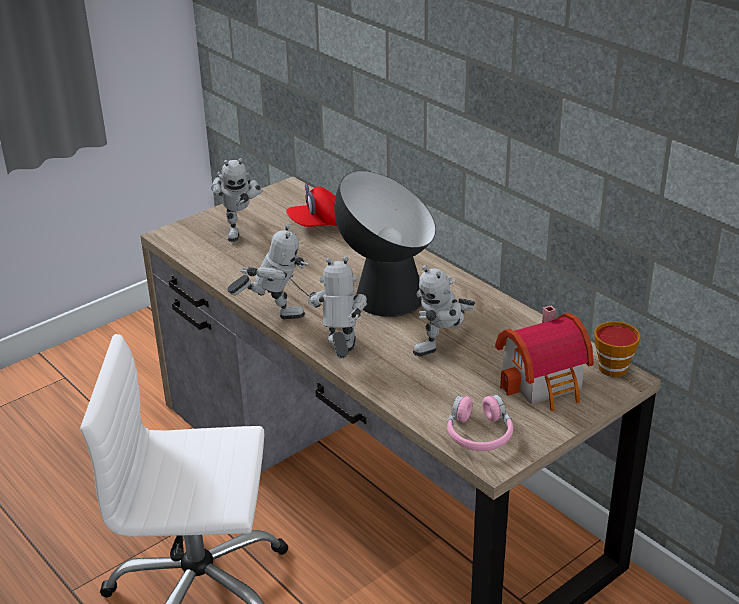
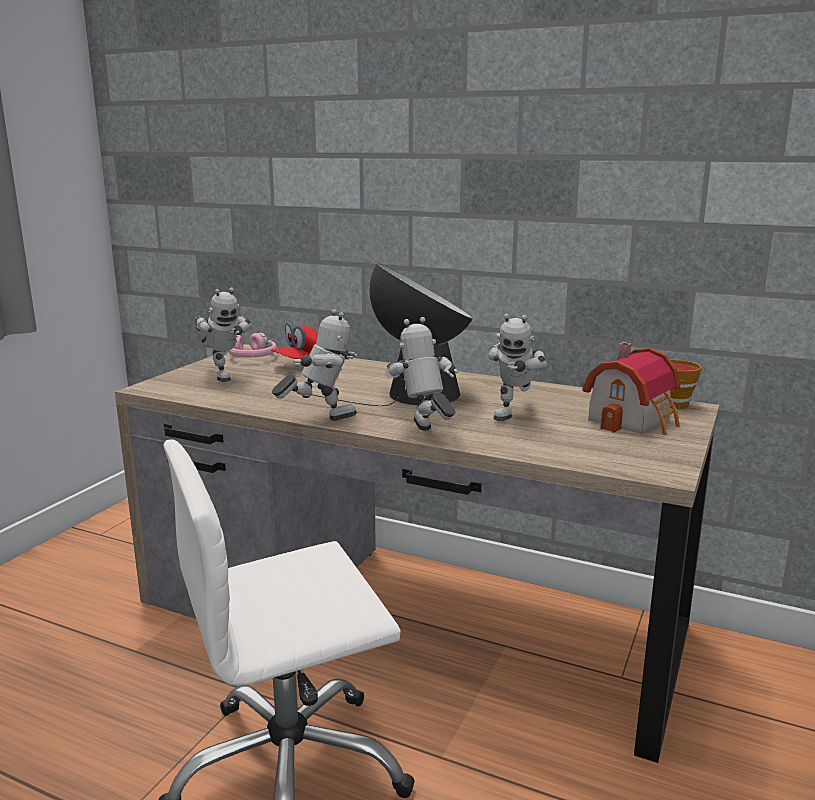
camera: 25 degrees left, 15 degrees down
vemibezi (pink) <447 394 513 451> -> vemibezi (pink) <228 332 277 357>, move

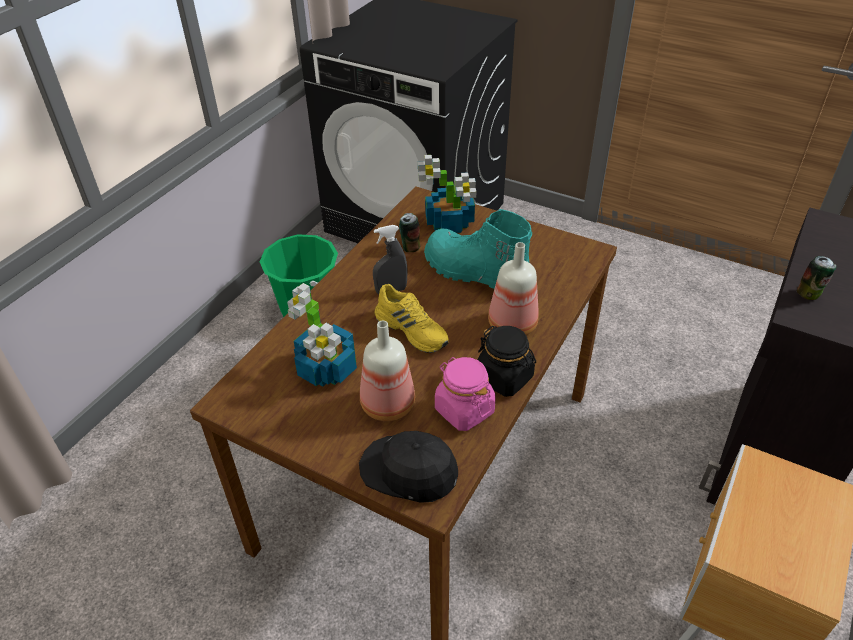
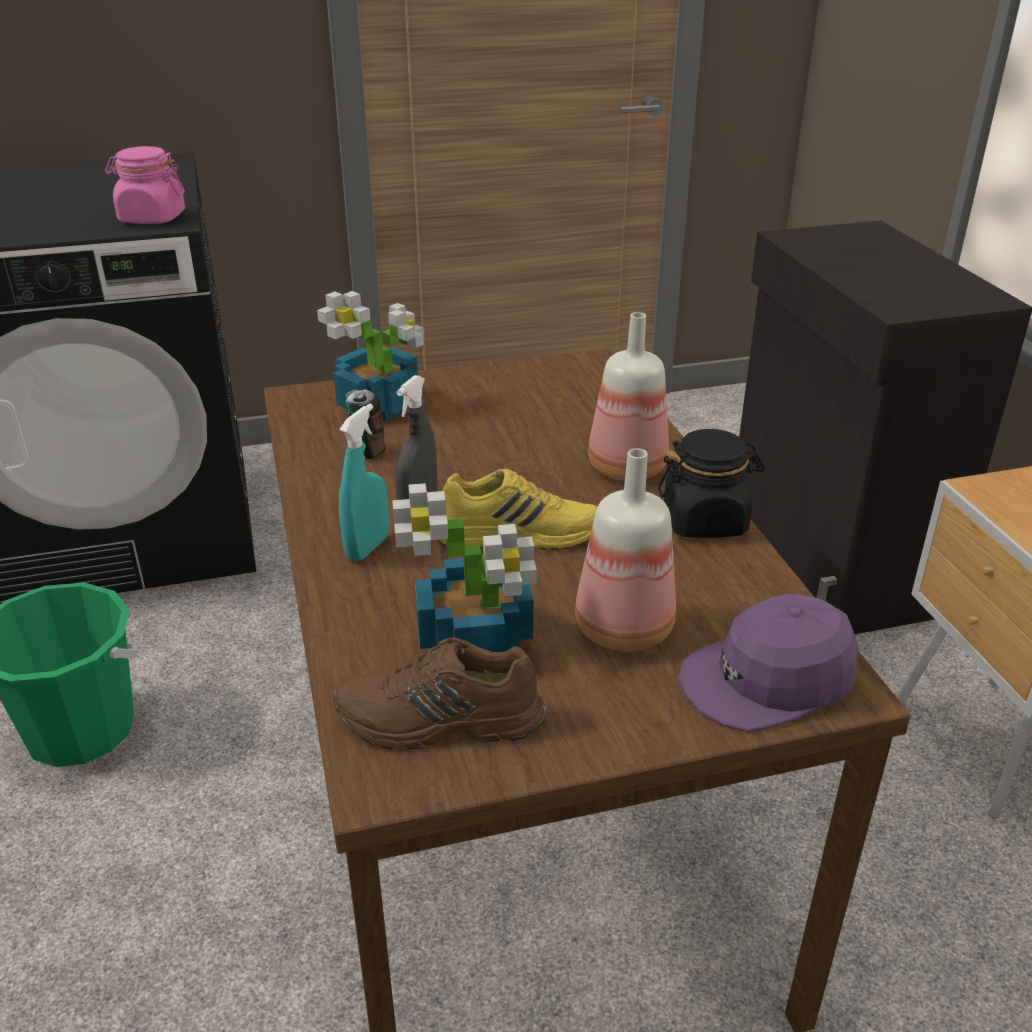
camera: 45 degrees left, 10 degrees down
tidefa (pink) <435 357 496 431> -> tidefa (pink) <105 146 185 224>, move
none -> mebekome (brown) <334 637 546 750>
none -> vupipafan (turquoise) <339 403 389 562>
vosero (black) <359 431 458 503> -> vosero (purple) <678 594 858 732>
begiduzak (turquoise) <424 209 532 289> -> none
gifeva <797 256 836 300> -> none

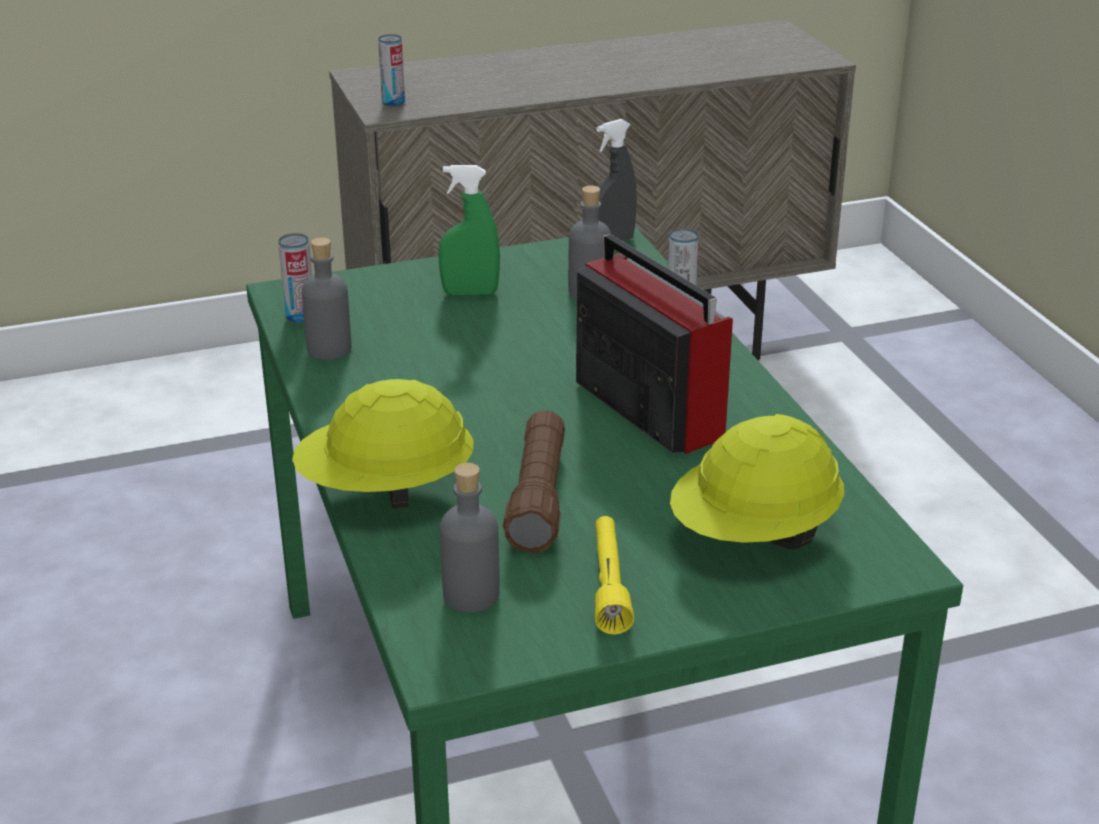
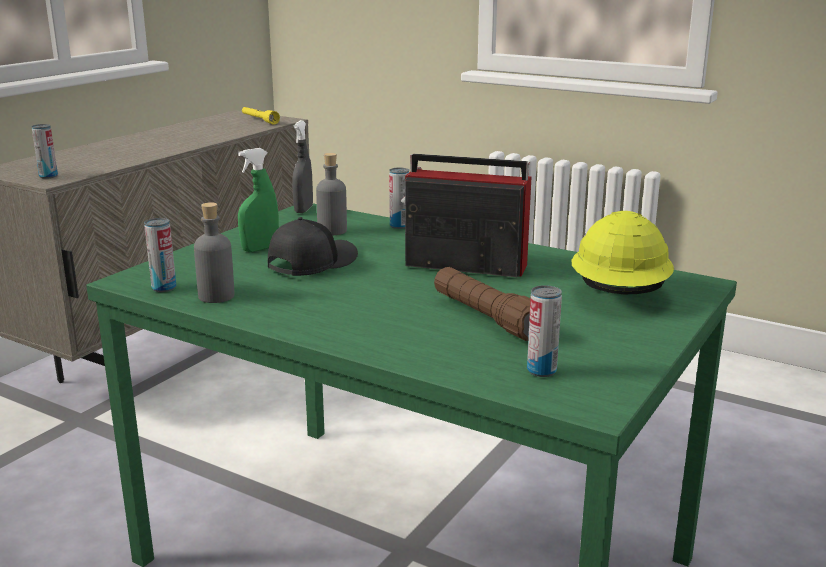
camera: 40 degrees left, 10 degrees down
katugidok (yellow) <595 516 634 635> -> katugidok (yellow) <242 107 280 125>, move
none -> vosero (black) <268 217 358 276>
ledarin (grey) <440 463 500 613> -> gifeva <527 285 562 377>
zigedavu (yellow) <292 379 474 509> -> none

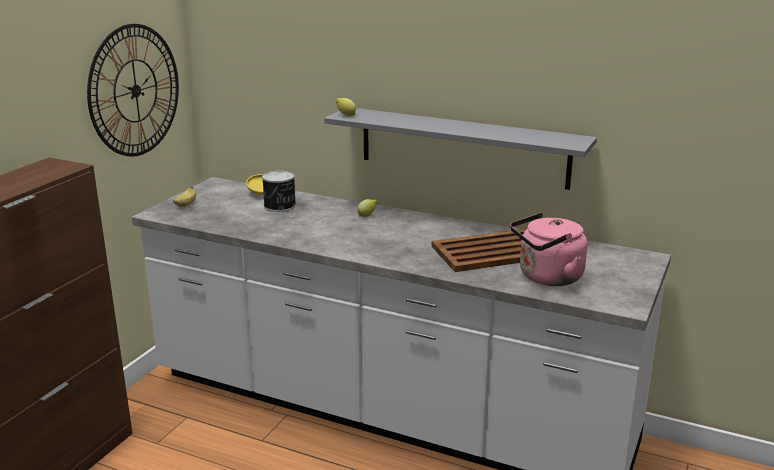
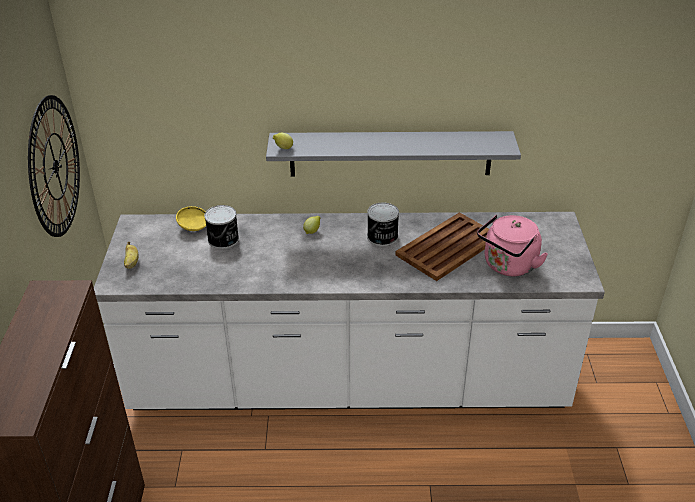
camera: 25 degrees left, 15 degrees up
none -> gifeva <367 202 399 246>

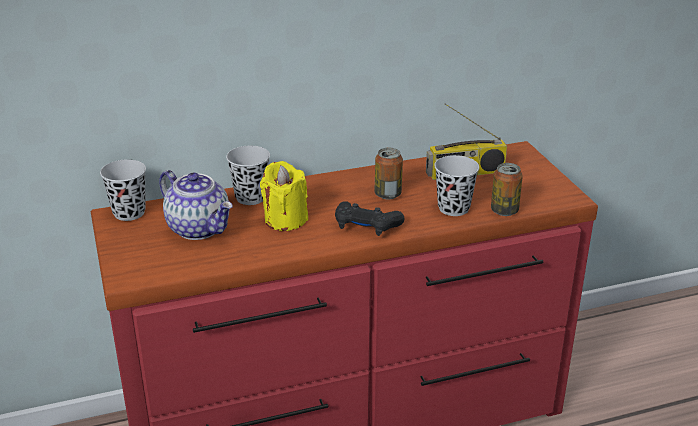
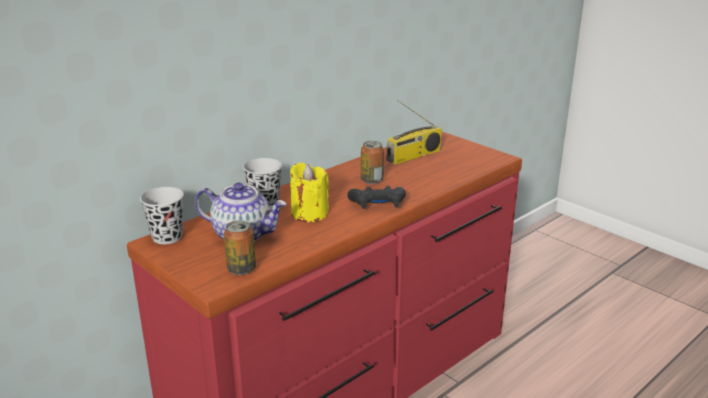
camera: 25 degrees left, 5 degrees down
gifeva <491 163 523 216> -> gifeva <224 220 256 275>, move
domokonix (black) <434 155 479 216> -> none

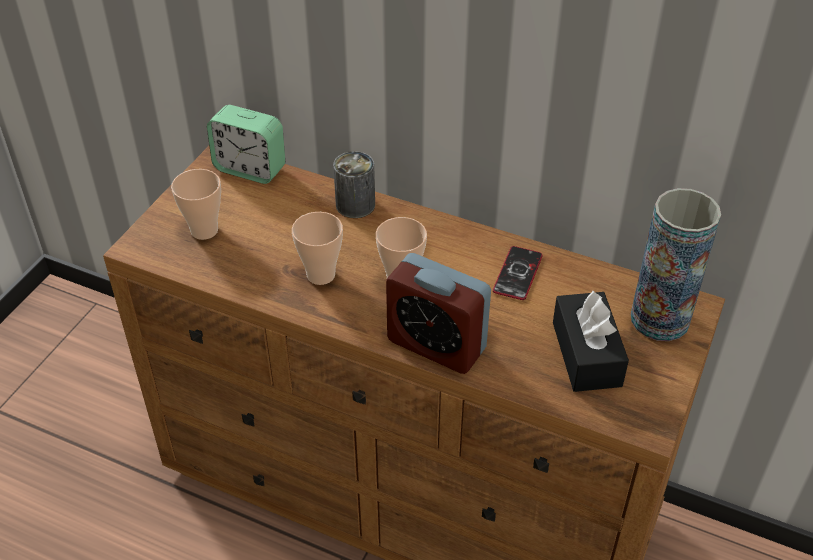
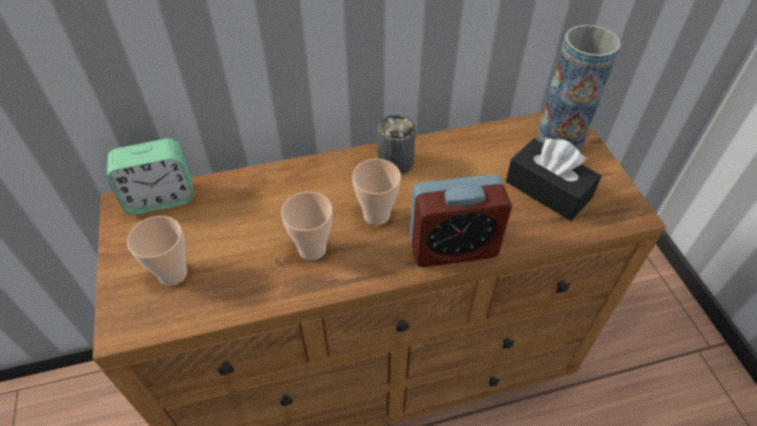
camera: 40 degrees left, 5 degrees up
gifeva <333 151 375 218> -> gifeva <378 114 416 175>, move
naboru <493 246 543 300> -> none

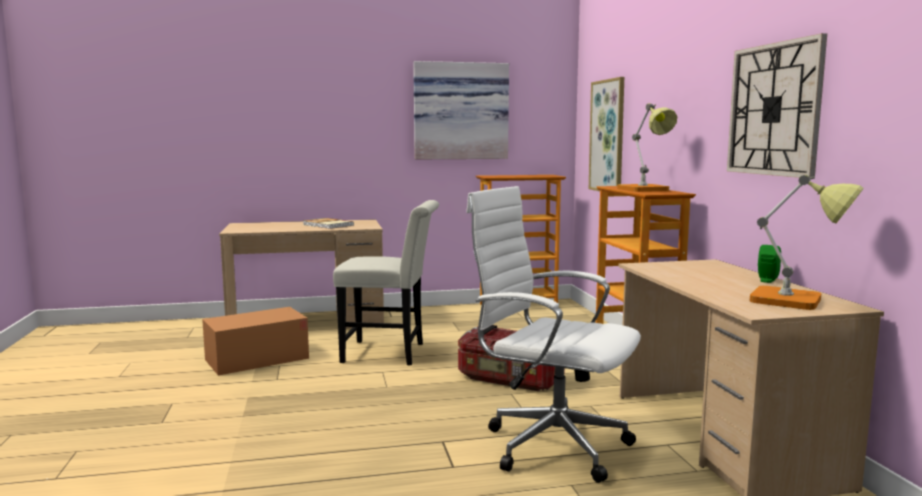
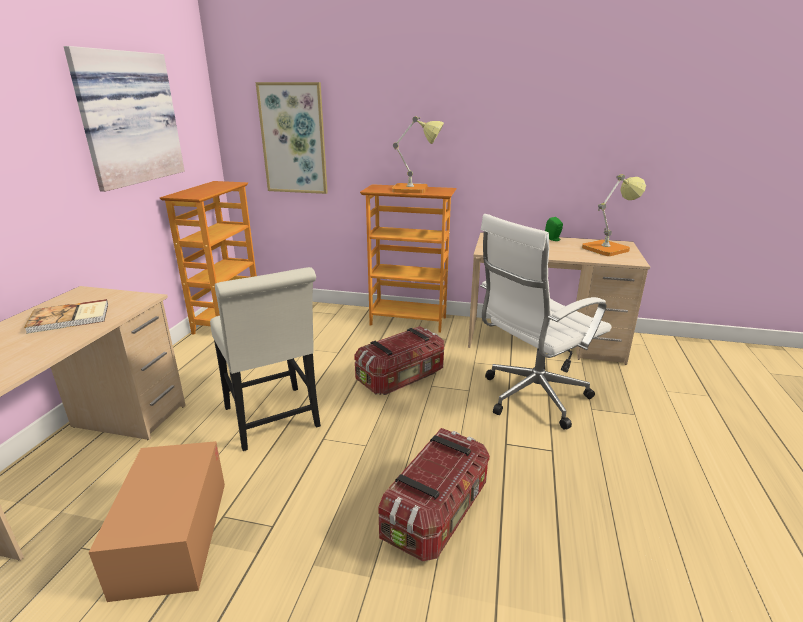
camera: 65 degrees left, 15 degrees up
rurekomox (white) <333 200 439 366> -> rurekomox (white) <210 267 321 451>, 120 degrees clockwise
none -> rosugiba <378 428 490 561>
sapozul <727 33 827 178> -> none

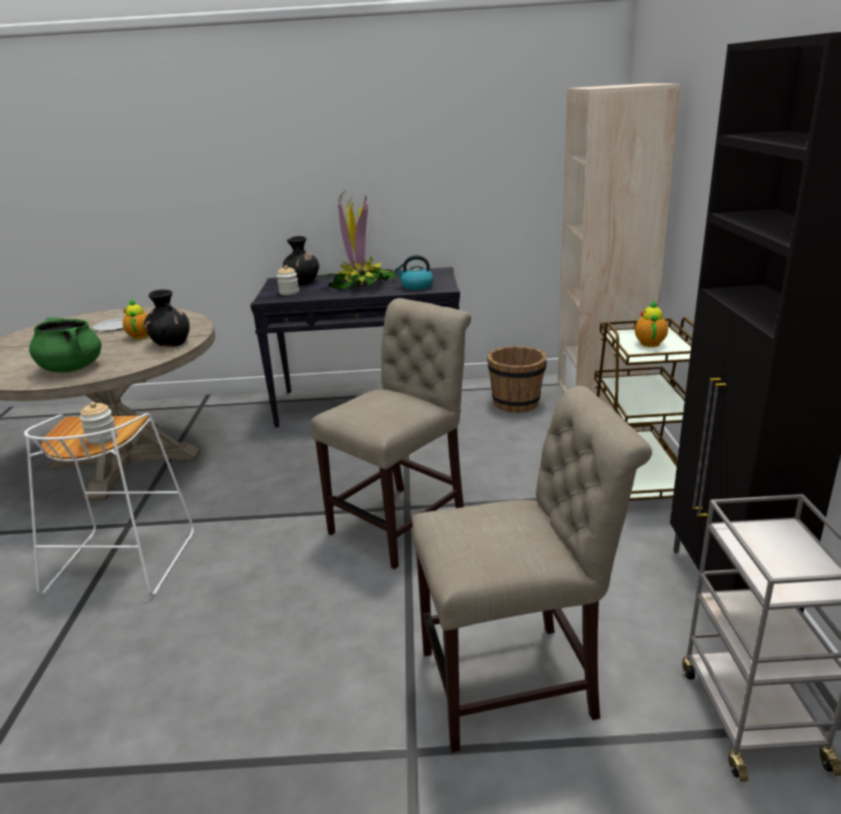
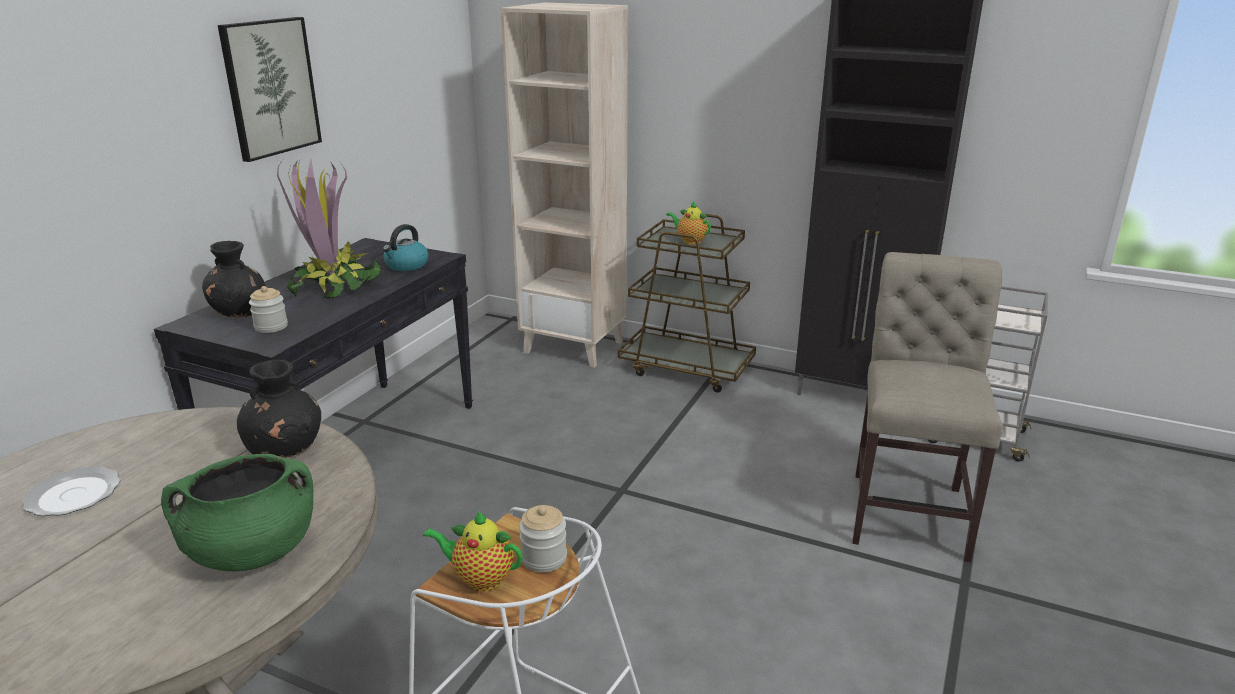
camera: 65 degrees left, 0 degrees up
none -> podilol <218 17 322 162>
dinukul <123 298 149 339> -> dinukul <423 510 523 591>, move
rurekomox (beige) <311 298 471 569> -> none
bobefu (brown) <487 346 547 413> -> none

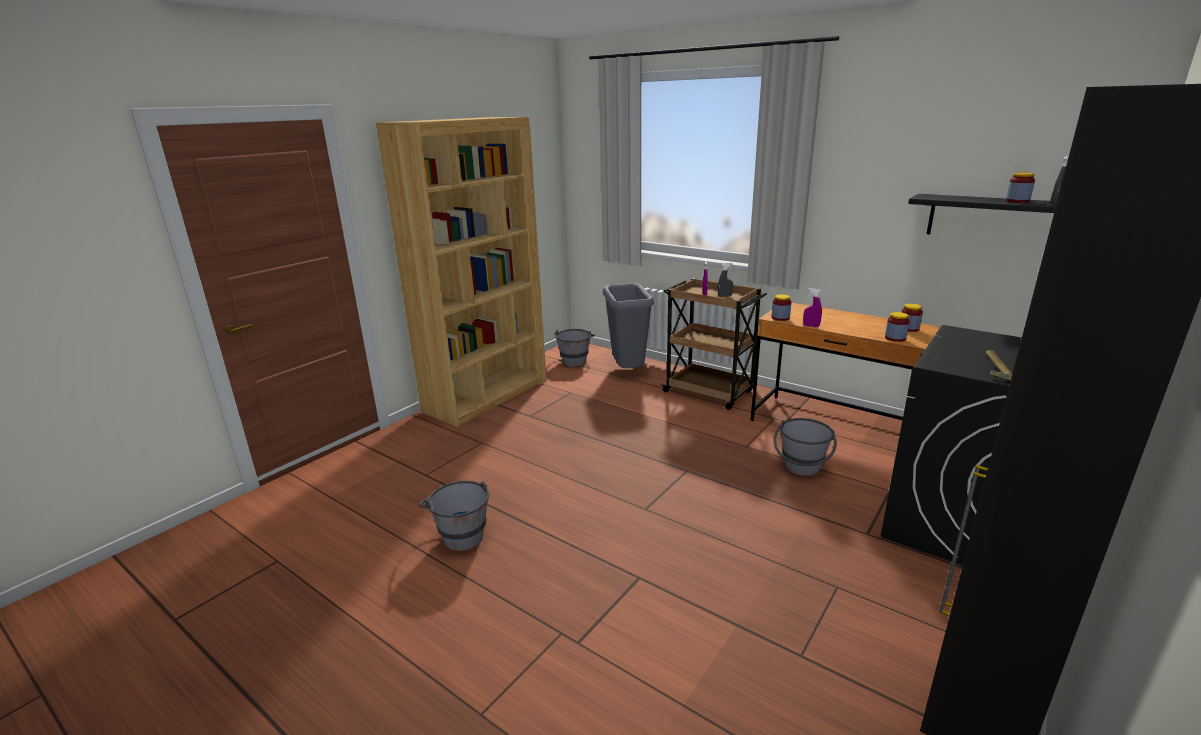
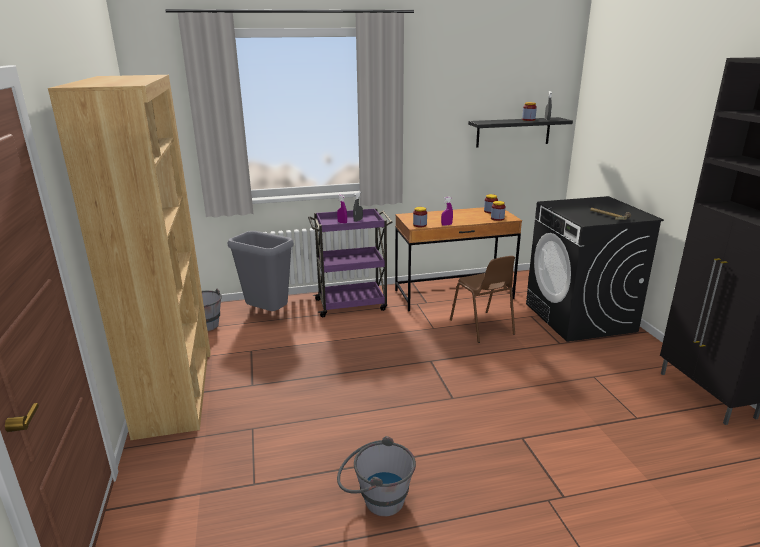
camera: 50 degrees left, 0 degrees up
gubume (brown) <661 278 767 410> -> gubume (purple) <308 208 392 318>
bobefu (grey) <773 418 837 476> -> rurekomox (brown) <450 256 515 343>

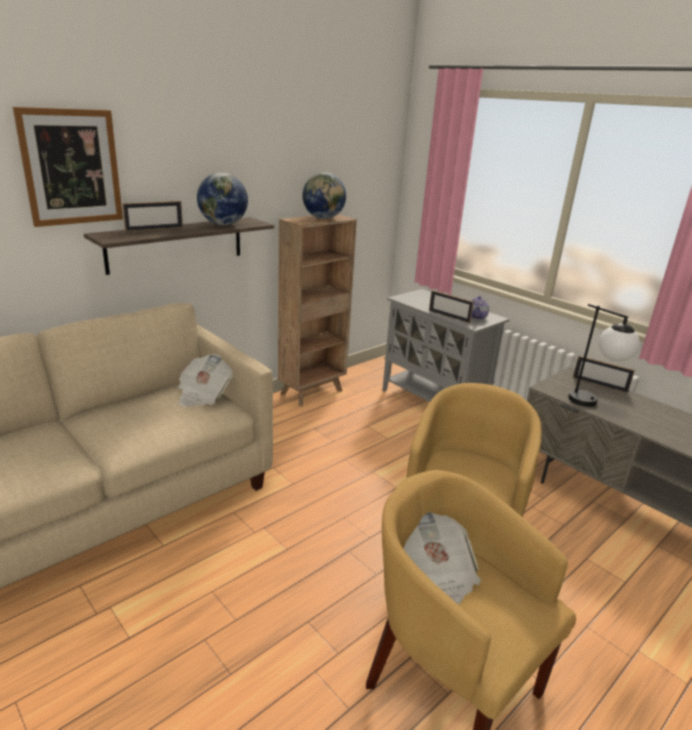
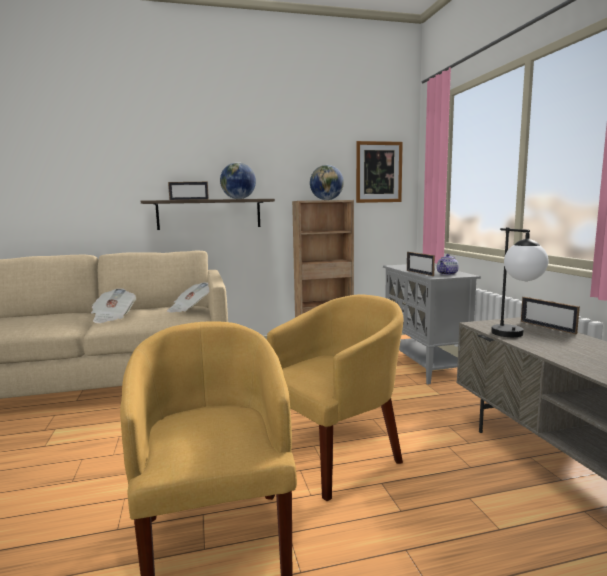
camera: 30 degrees right, 15 degrees down
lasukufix <404 512 481 605> -> lasukufix <91 288 136 323>, move
podilol <13 107 123 227> -> podilol <356 141 403 203>, move

